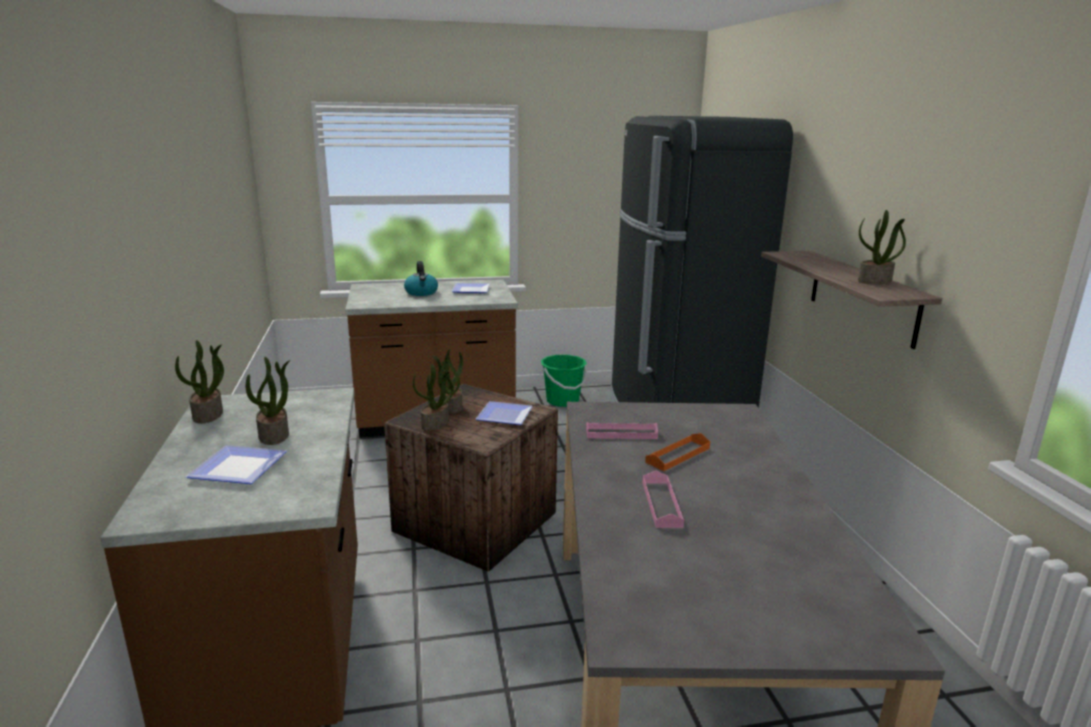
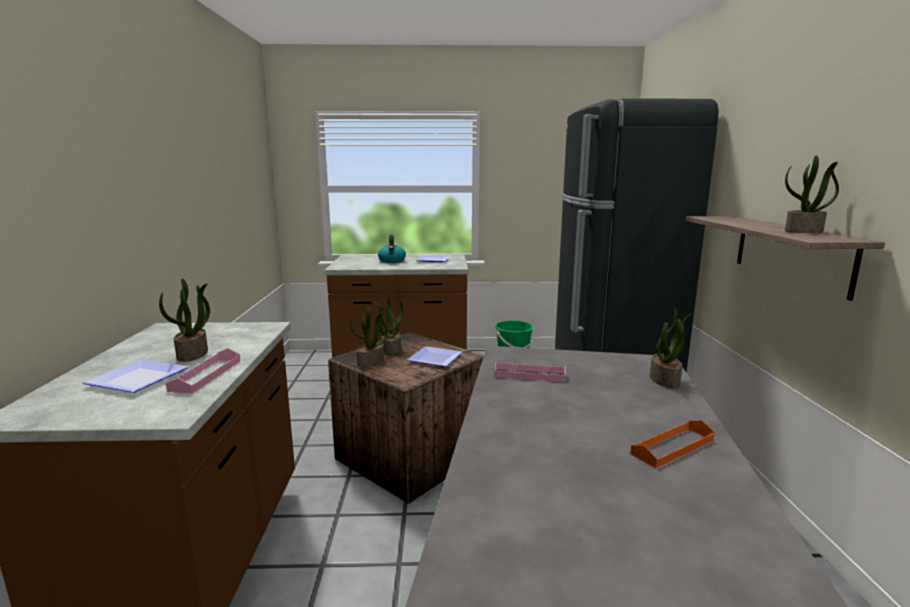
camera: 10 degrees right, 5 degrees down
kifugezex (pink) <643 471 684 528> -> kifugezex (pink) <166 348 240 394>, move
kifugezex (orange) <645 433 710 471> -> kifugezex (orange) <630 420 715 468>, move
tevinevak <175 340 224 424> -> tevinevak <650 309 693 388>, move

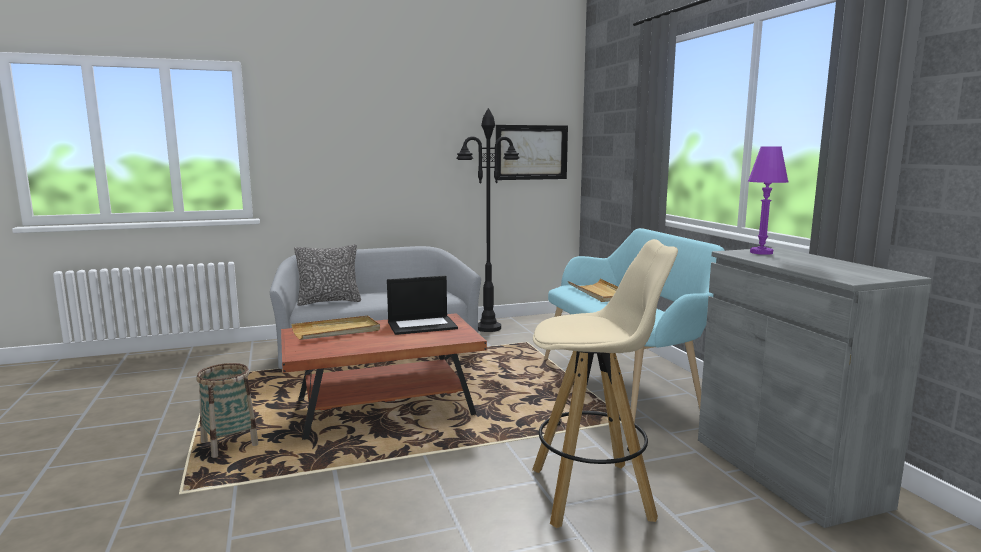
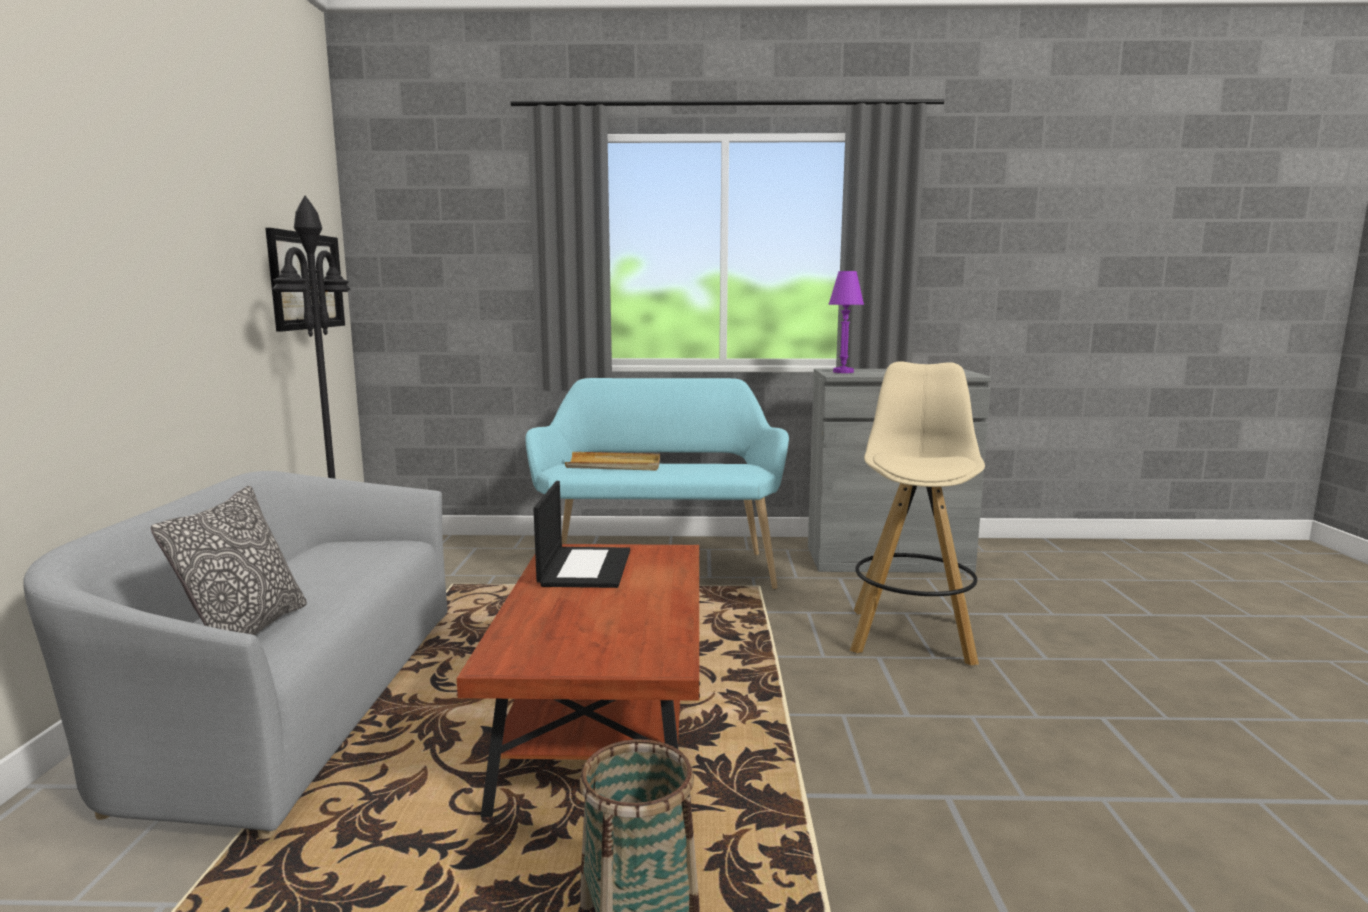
camera: 70 degrees left, 0 degrees up
kifugezex (beige) <291 315 380 340> -> none

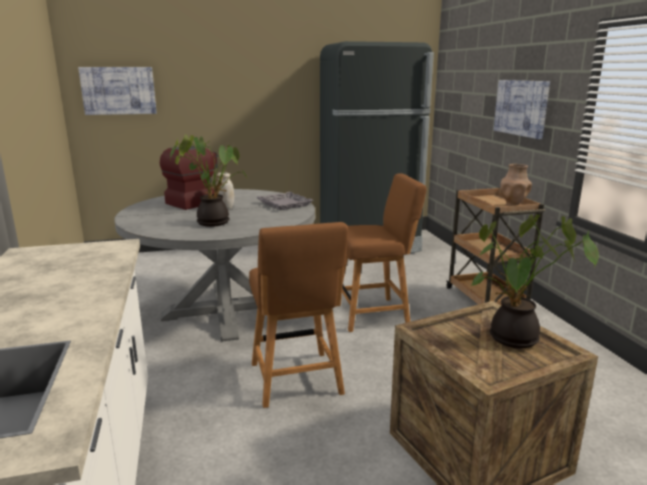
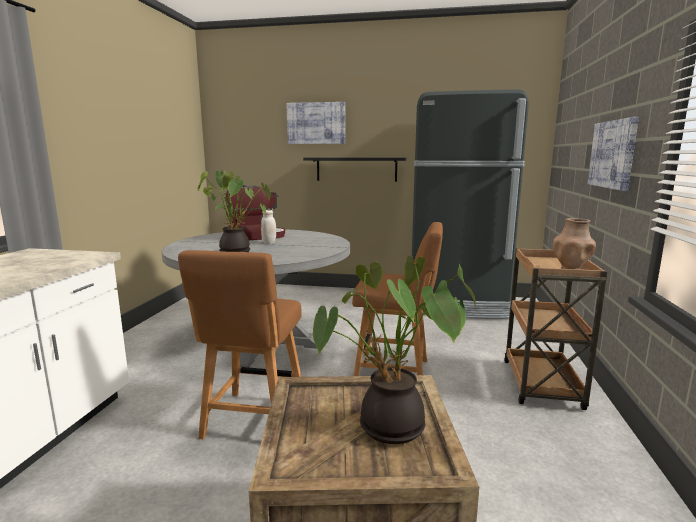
camera: 25 degrees right, 5 degrees down
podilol <78 67 157 115> -> podilol <286 102 345 144>, move
none -> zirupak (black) <303 157 406 182>
kifugezex (grey) <257 192 313 210> -> none

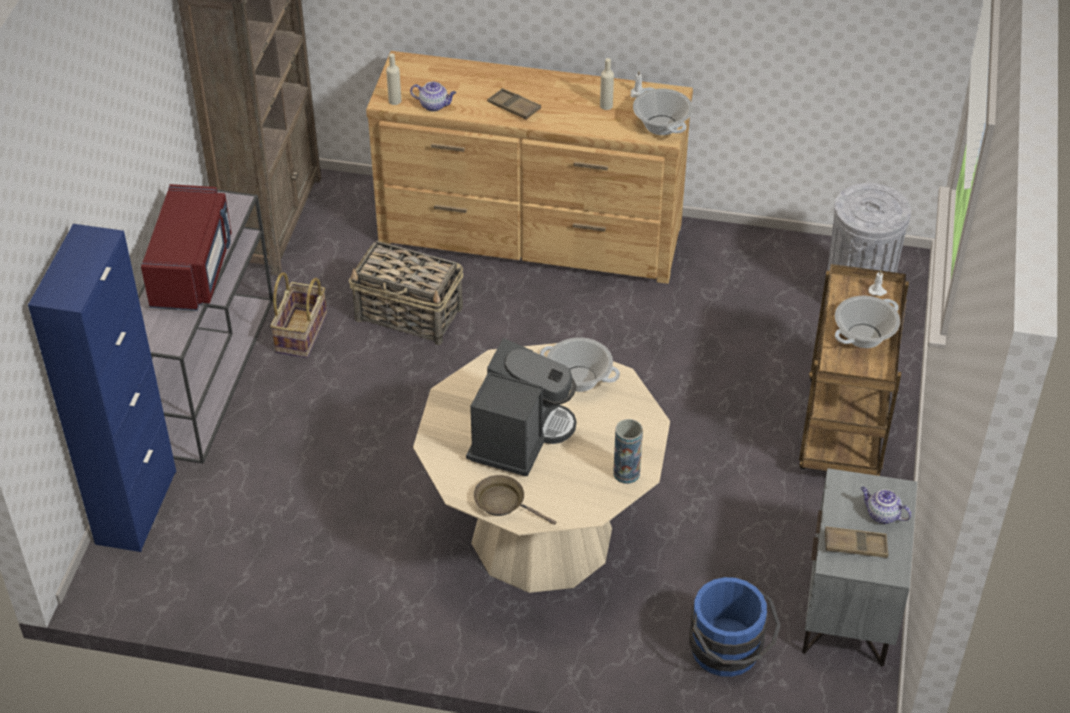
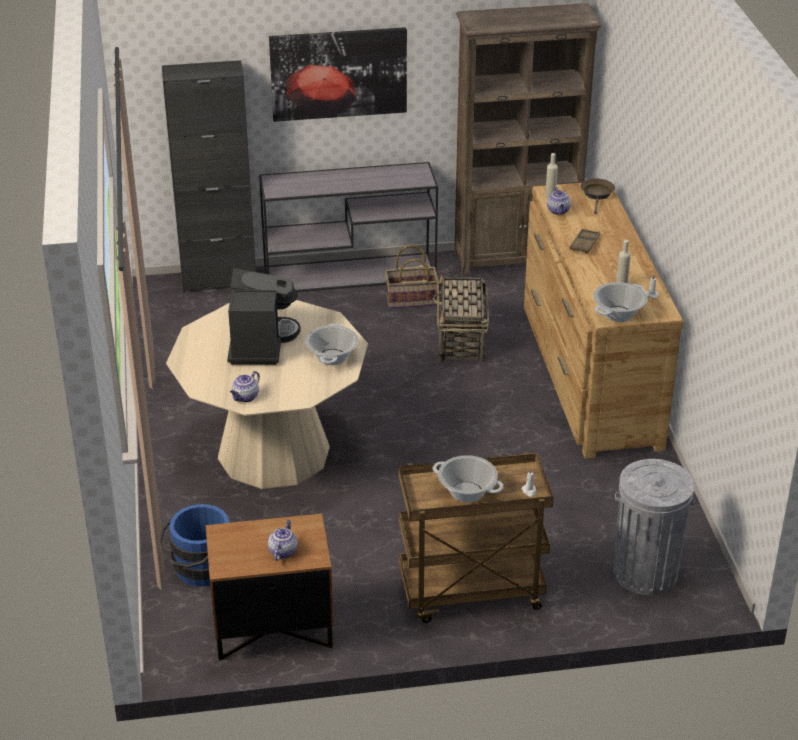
camera: 70 degrees right, 10 degrees down
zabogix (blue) <28 224 176 552> -> zabogix (black) <162 60 256 293>
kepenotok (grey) <802 468 917 666> -> kepenotok (brown) <206 514 334 660>
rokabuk <466 338 576 477> -> rokabuk <227 268 301 365>, 90 degrees counterclockwise
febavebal <613 419 643 484> -> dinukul <230 371 260 402>
none -> podilol <269 27 407 122>
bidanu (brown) <474 475 556 525> -> bidanu (brown) <581 178 615 214>, move
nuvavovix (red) <141 184 231 311> -> none
kifugezex (brown) <825 526 889 558> -> none

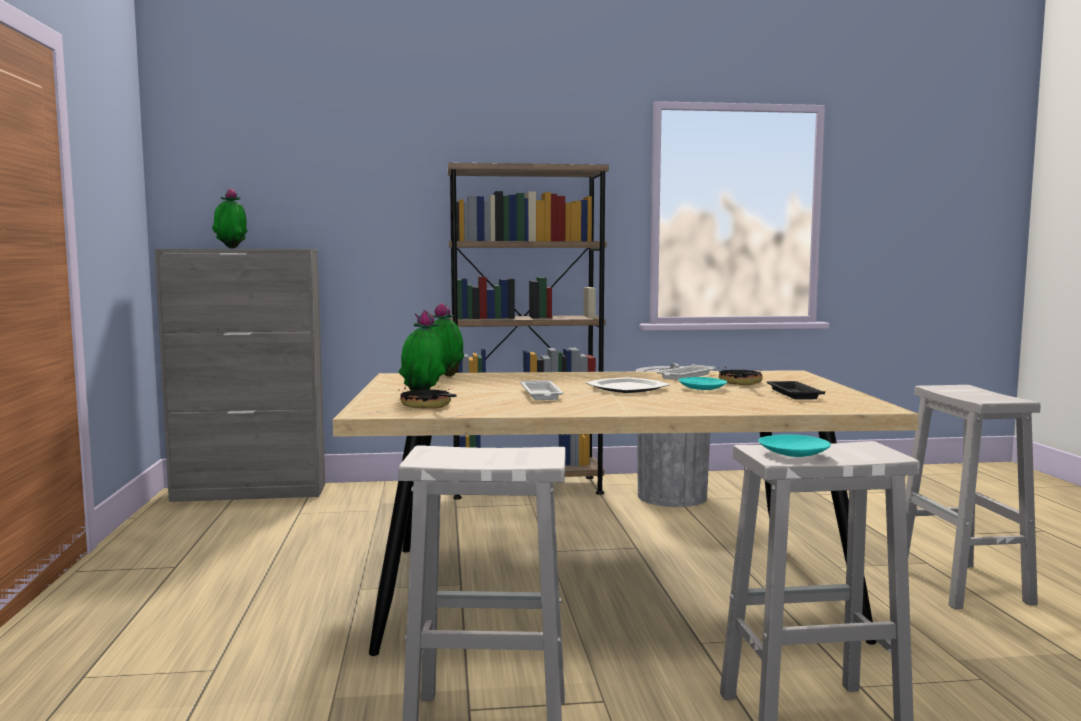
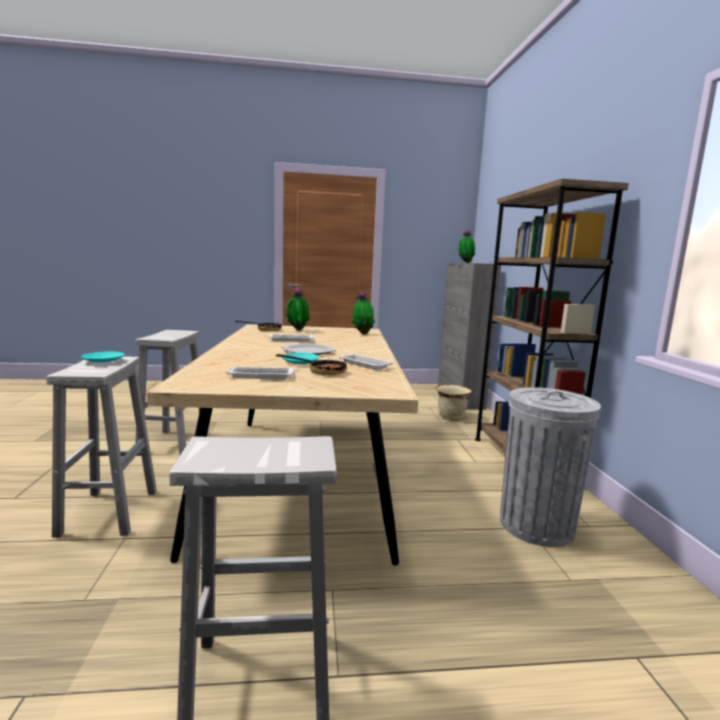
camera: 90 degrees right, 5 degrees up
kifugezex (black) <766 381 825 400> -> kifugezex (white) <226 366 296 379>
none -> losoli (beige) <435 385 472 421>

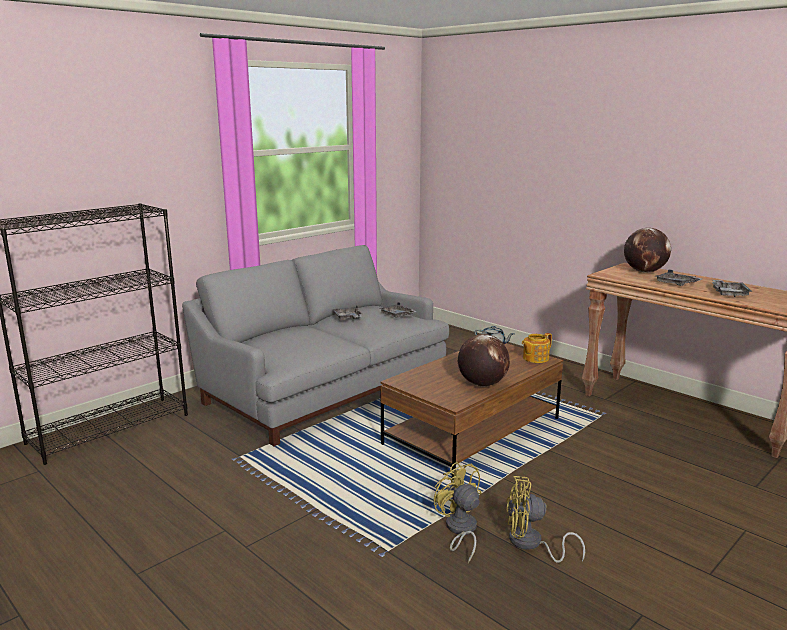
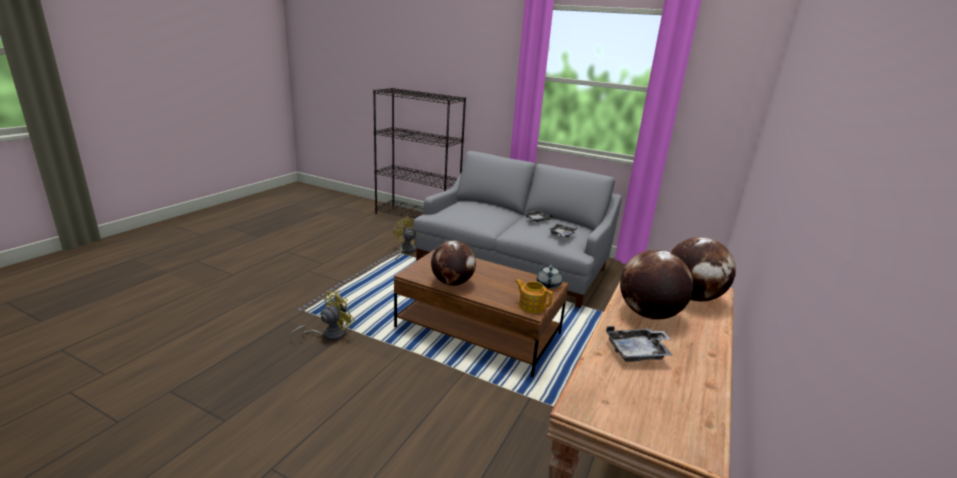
camera: 70 degrees right, 5 degrees up
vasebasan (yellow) <506 476 585 563> -> vasebasan (yellow) <393 216 418 260>, move
kifugezex (grey) <655 270 702 286> -> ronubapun <620 250 694 320>

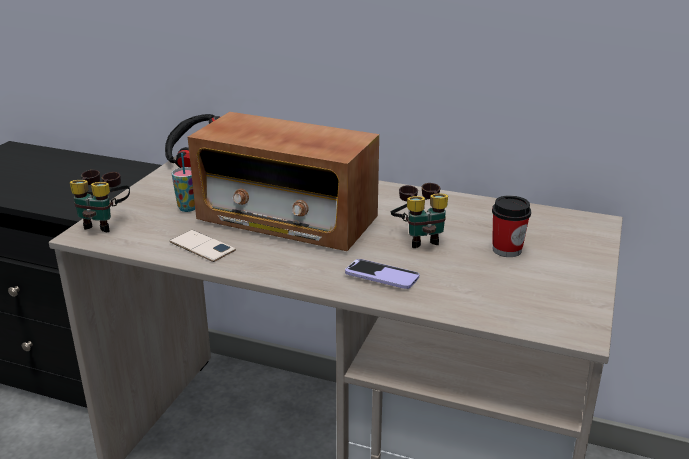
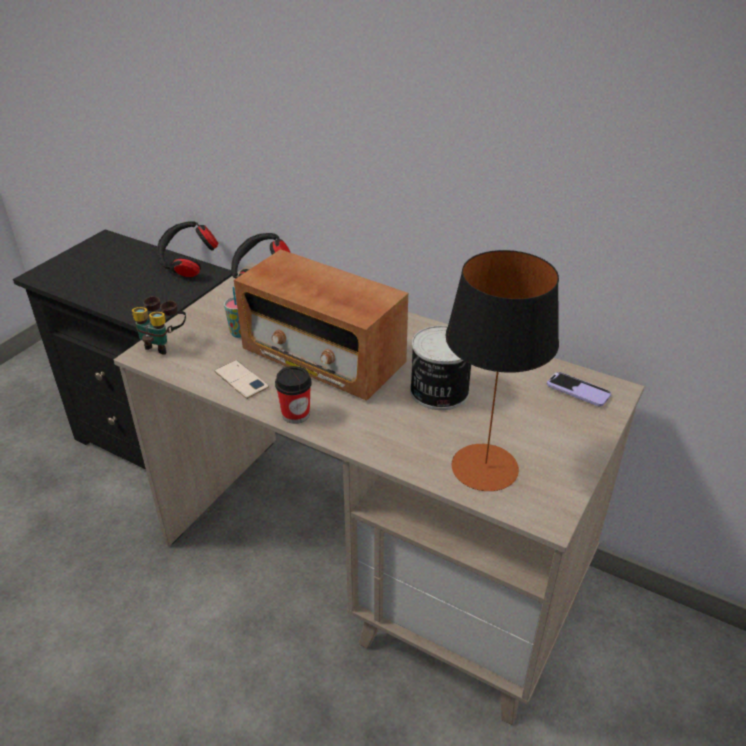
camera: 10 degrees right, 10 degrees up
none -> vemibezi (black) <157 221 218 277>
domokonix <492 195 531 257> -> domokonix <275 366 312 424>, move
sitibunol <391 183 448 248> -> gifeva <410 325 471 410>
none -> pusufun <446 250 559 491>
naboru <345 259 419 289> -> naboru <547 372 611 406>, move

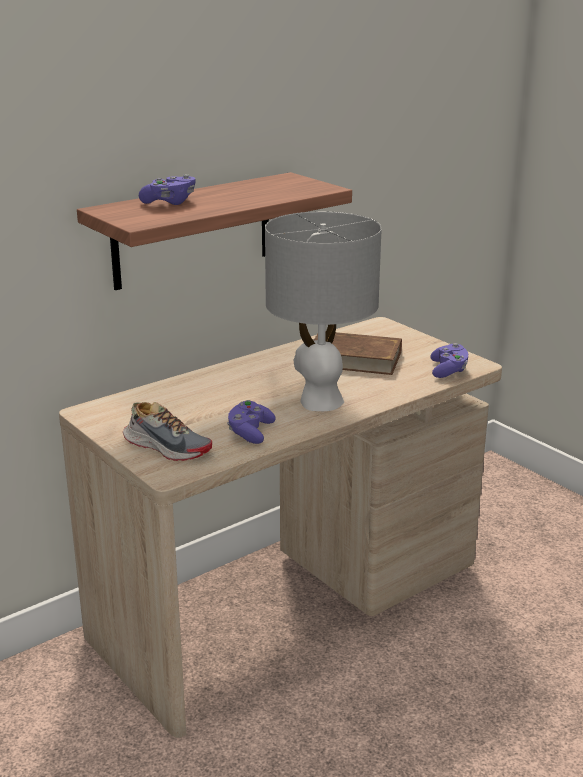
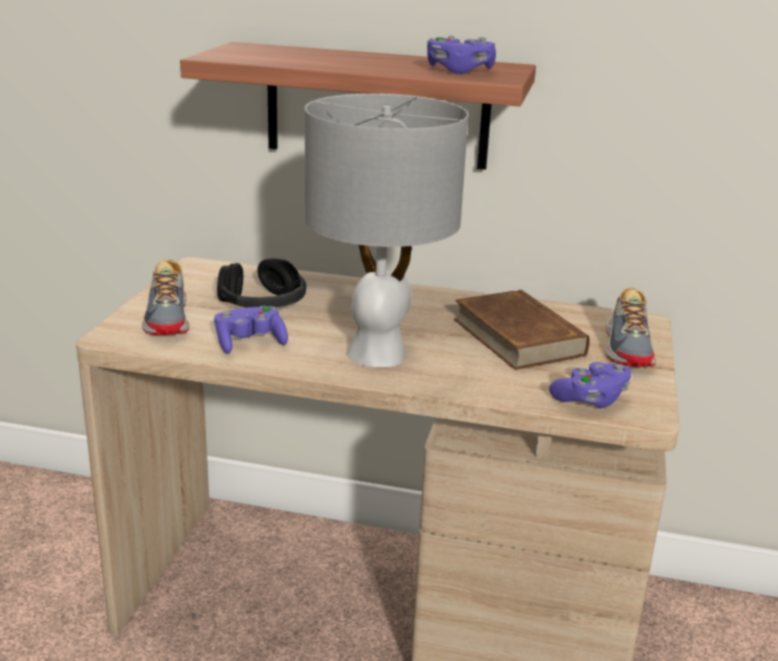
camera: 50 degrees right, 0 degrees up
none -> vemibezi (black) <217 258 306 308>
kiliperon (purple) <139 174 196 205> -> kiliperon (purple) <427 36 496 74>, move
none -> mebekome <605 287 656 367>

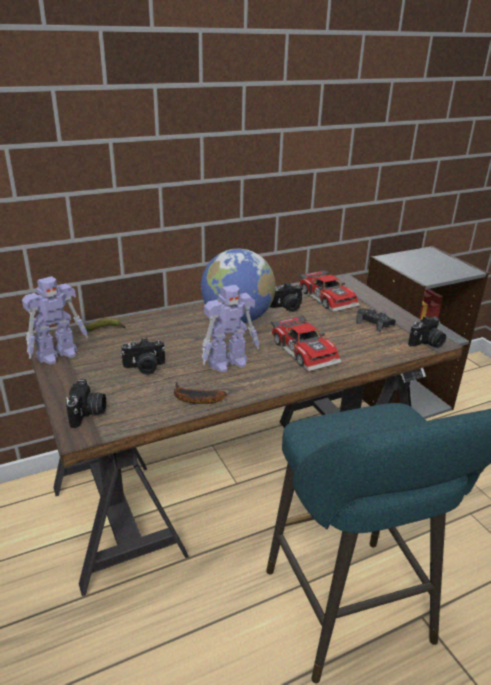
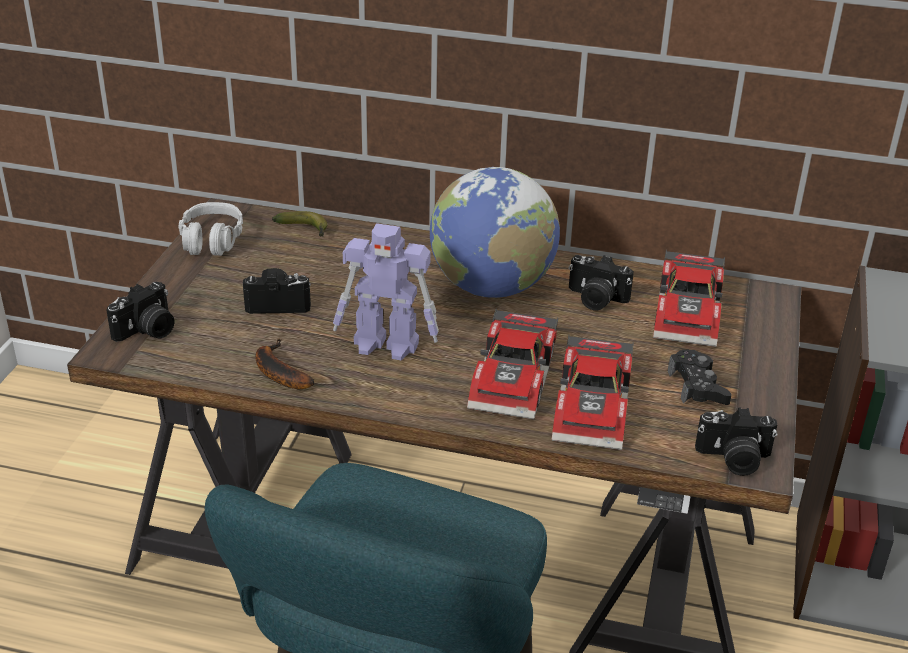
camera: 40 degrees right, 5 degrees up
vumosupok <22 276 88 365> -> vemibezi (grey) <178 202 243 256>
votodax <121 338 165 375> -> votodax <243 268 311 314>, 150 degrees clockwise
none -> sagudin <551 335 634 450>

